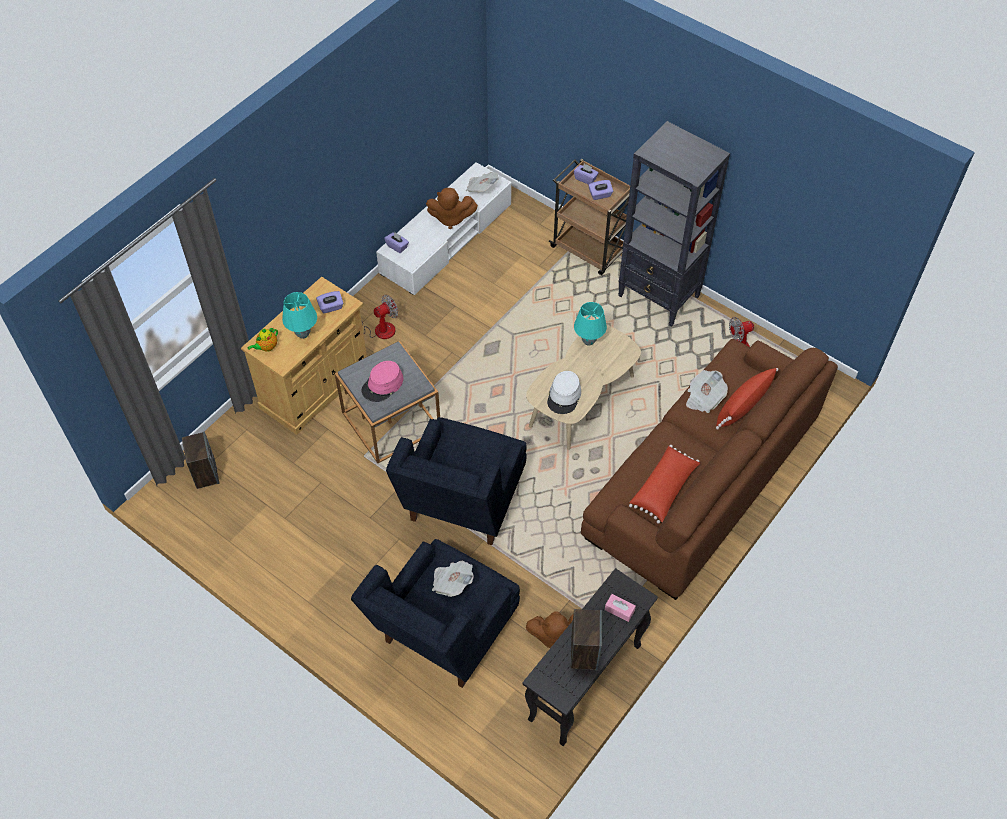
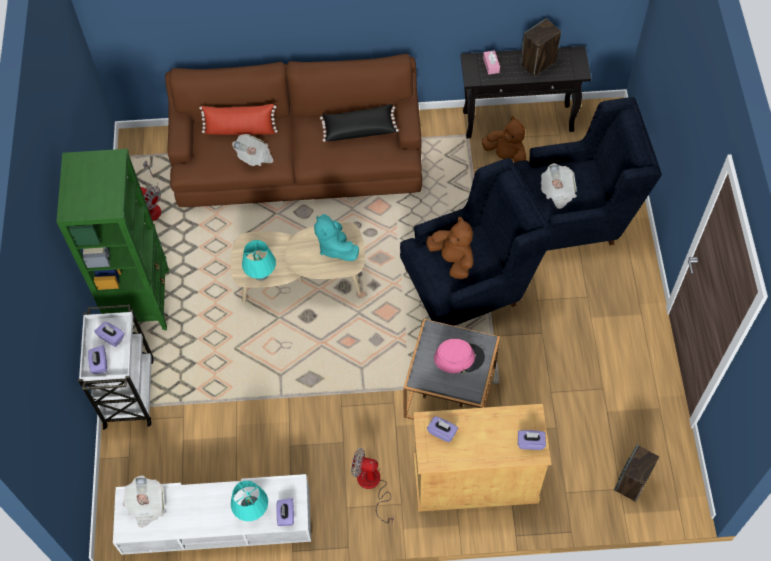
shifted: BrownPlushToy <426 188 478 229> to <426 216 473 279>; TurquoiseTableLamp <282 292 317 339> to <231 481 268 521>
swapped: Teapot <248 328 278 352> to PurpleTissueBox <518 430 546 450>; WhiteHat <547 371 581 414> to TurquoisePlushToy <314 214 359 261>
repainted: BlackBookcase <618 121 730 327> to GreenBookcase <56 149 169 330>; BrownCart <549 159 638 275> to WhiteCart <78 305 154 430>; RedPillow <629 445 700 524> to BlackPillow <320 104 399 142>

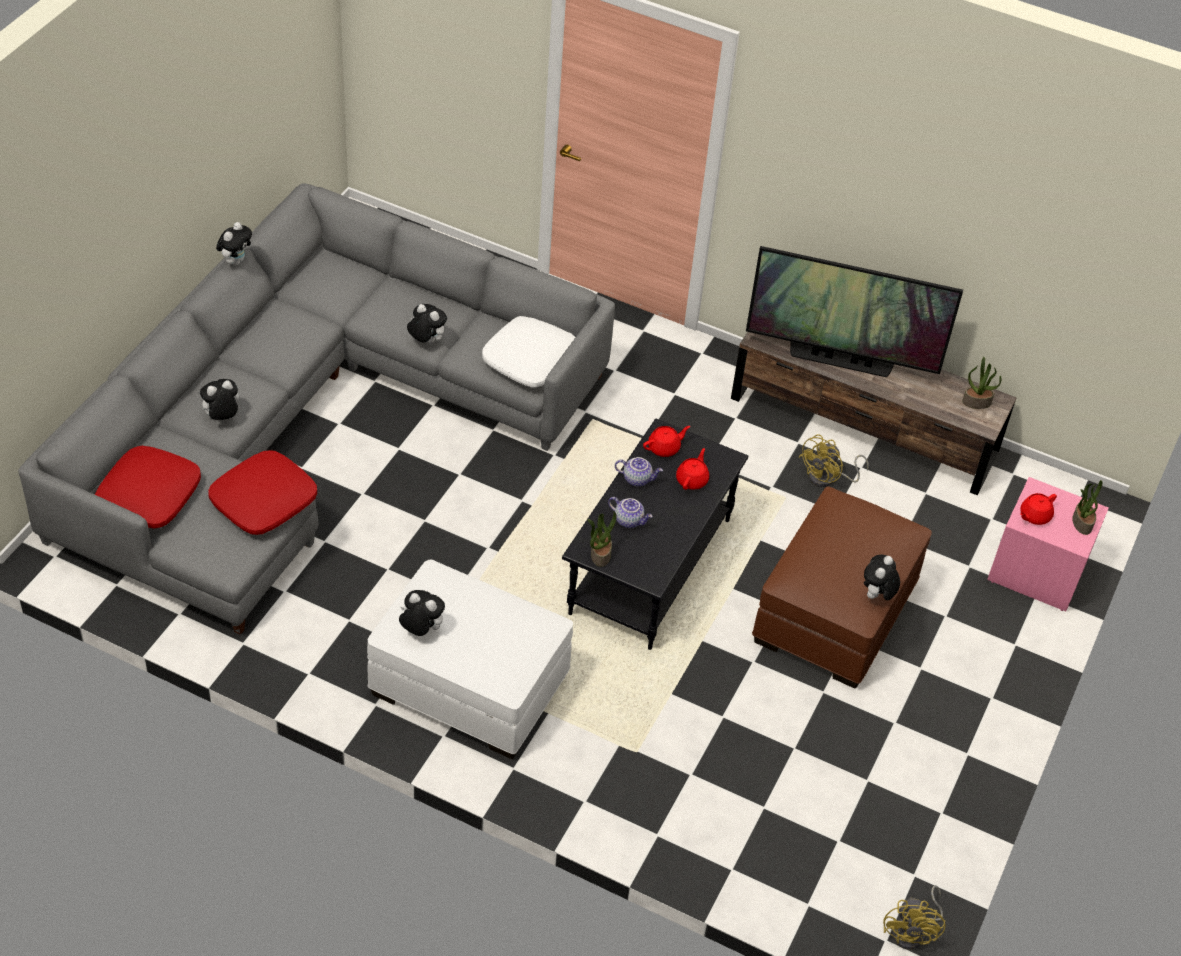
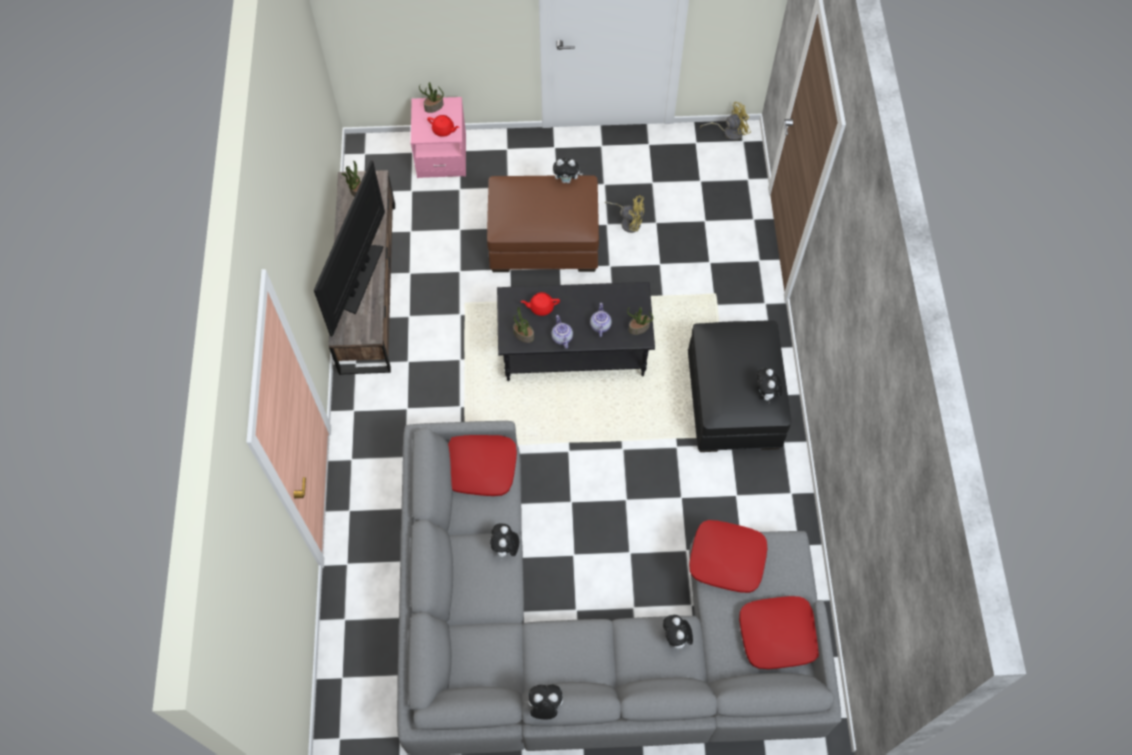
shifted: YellowFan <798 434 869 487> to <605 195 644 233>
swapped: RedTeapot <643 426 690 457> to PottedPlant <513 307 534 343>
repainted: WhitePillow <482 316 576 387> to RedPillow <448 435 517 496>; WhiteOttoman <367 560 573 759> to BlackOttoman <688 320 792 452>
rotated: Television <746 246 963 377> = <314 160 385 337> 150 degrees counterclockwise; PlushToy <198 379 239 420> = <663 615 693 653> 45 degrees clockwise

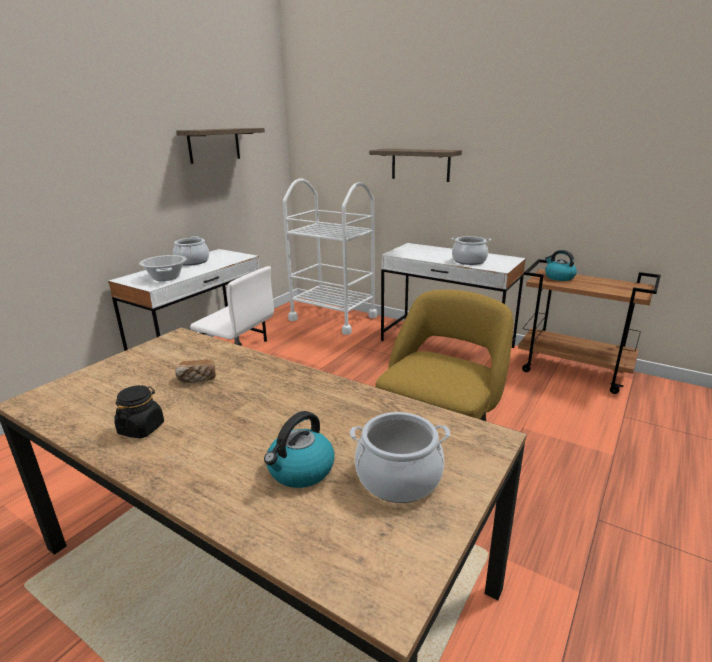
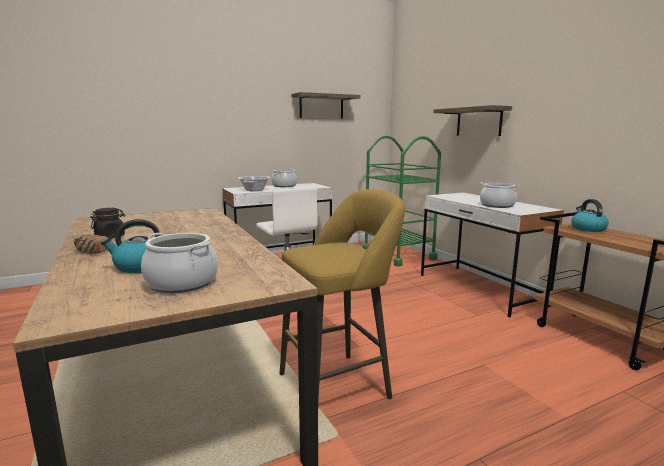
shifted: Bread <175 360 216 383> to <73 234 107 254>
repainted: WhiteCart <283 178 377 335> to GreenCart <362 136 441 267>

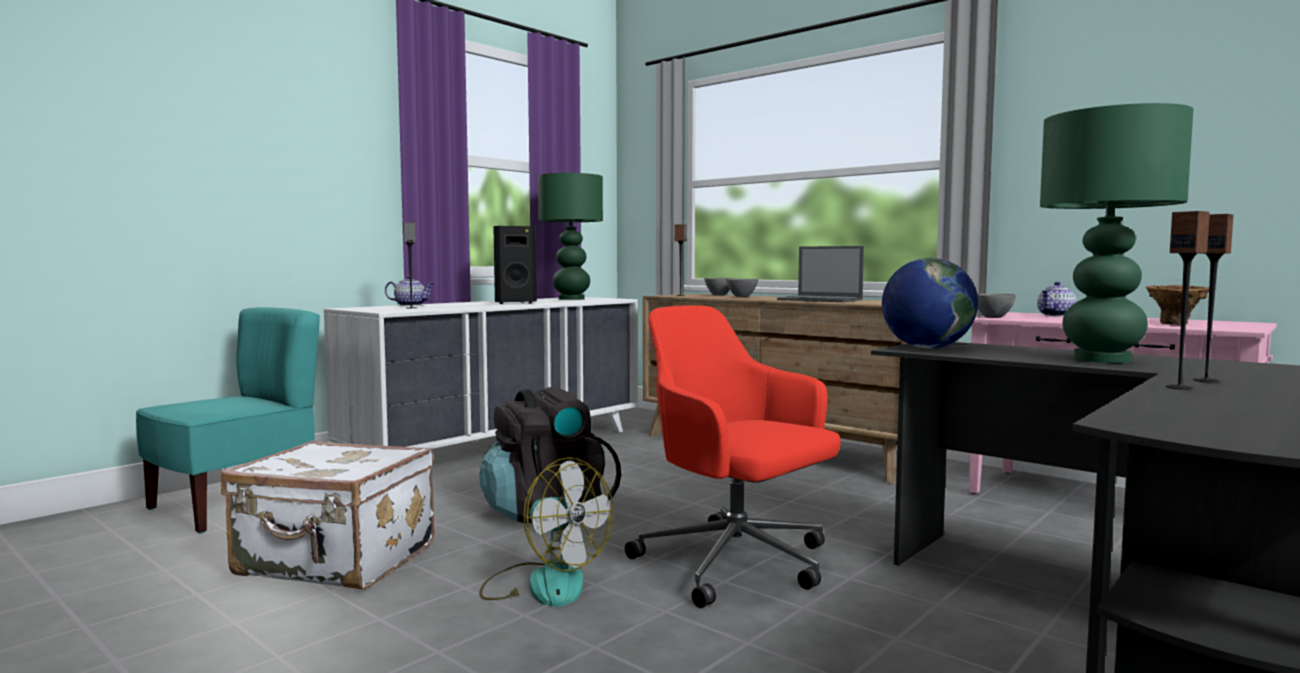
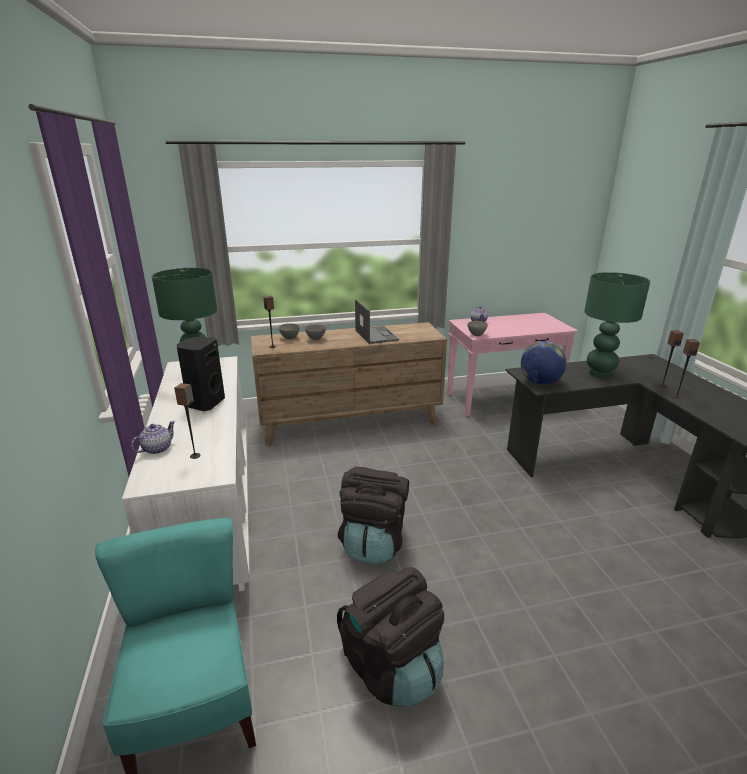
gone: BrownVase <1146 285 1209 325>; RedOfficeChair <625 305 841 608>; Fan <479 457 614 607>
swapped: WhiteSuitcase <221 440 435 589> to BlackBackpack <337 567 444 707>
rotated: Laptop <777 246 864 302> = <355 299 399 344> 90 degrees counterclockwise

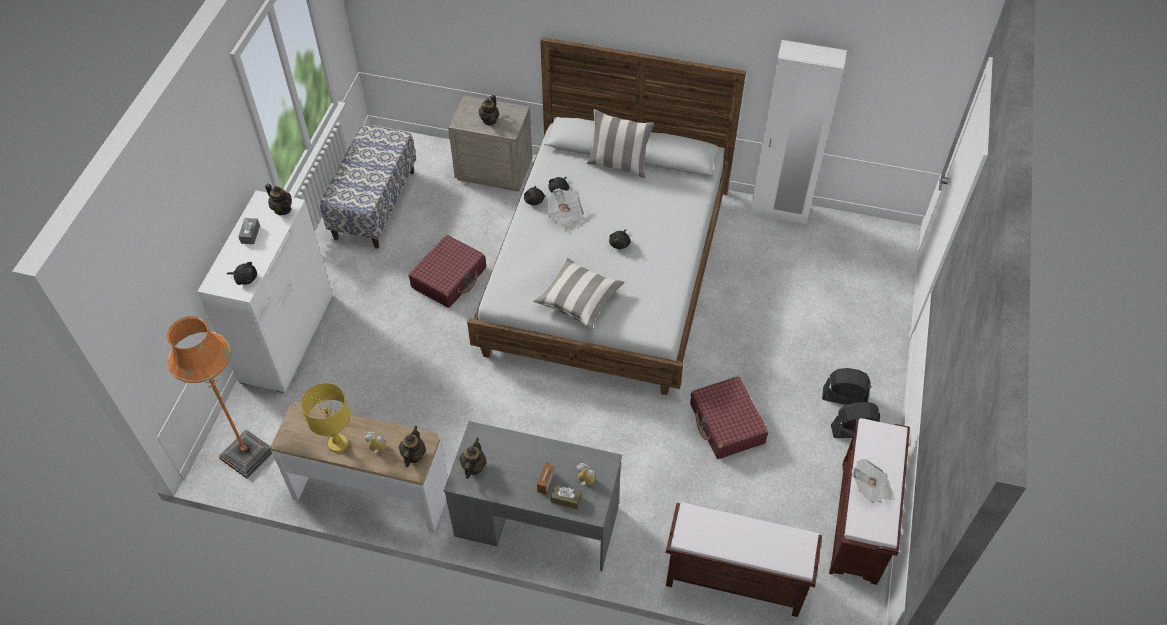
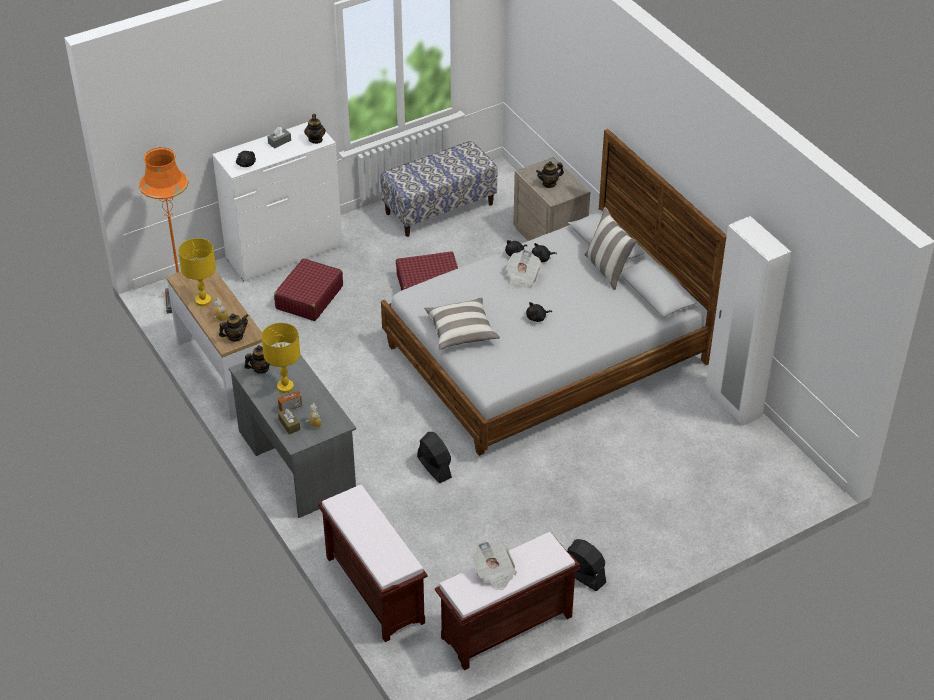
new: YellowTableLamp <261 323 300 393>
shifted: BlackFan <822 368 871 405> to <417 432 452 483>; RedSuitcase <690 376 768 459> to <274 258 343 321>

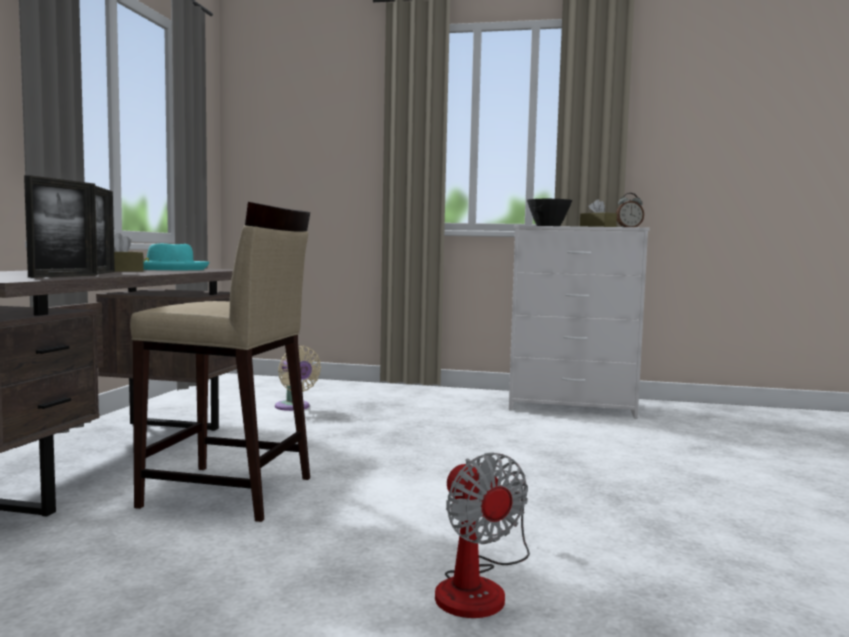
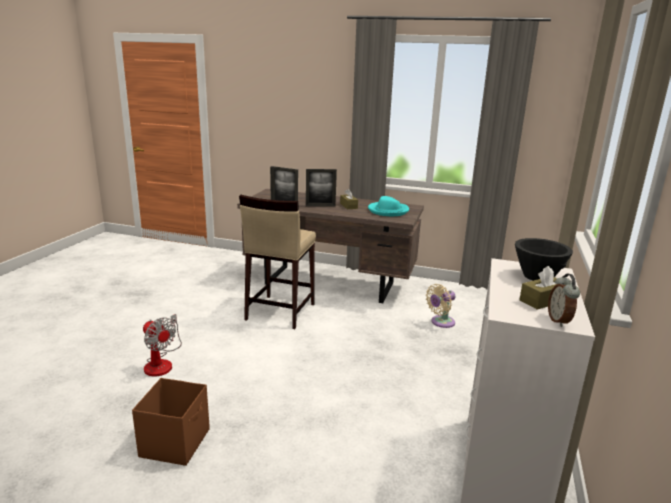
new: BrownStorageBox <132 378 210 466>
rotated: Fan <435 452 530 618> = <143 314 182 377> 120 degrees counterclockwise

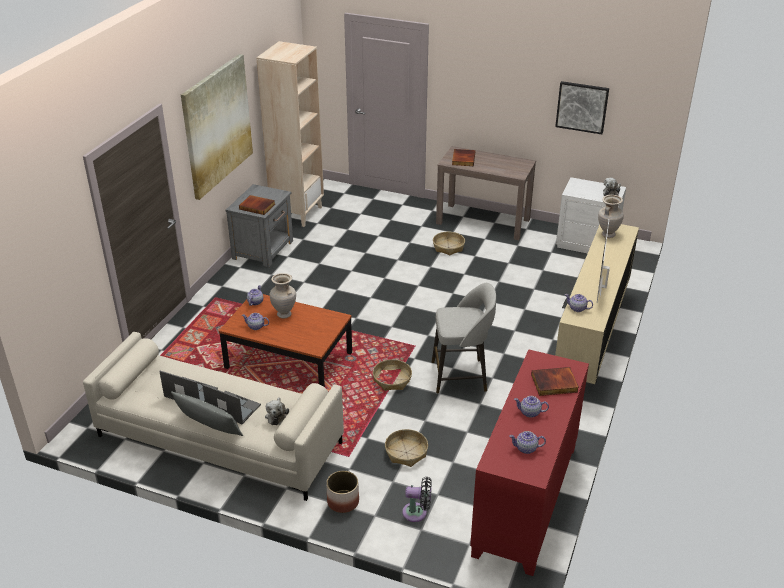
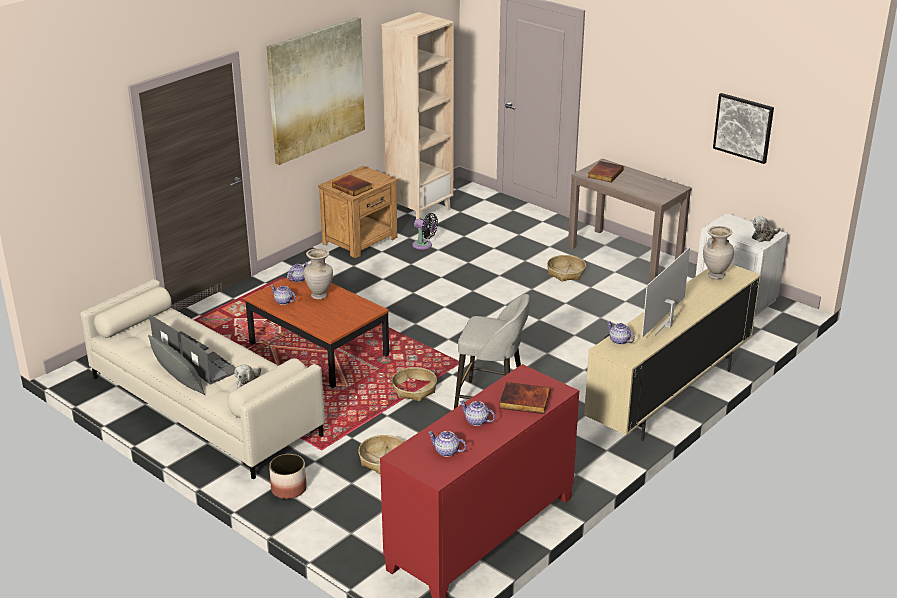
shifted: BlackFan <402 477 432 522> to <412 213 438 250>
repainted: GreyNightstand <225 184 293 267> to BrownNightstand <318 166 398 259>

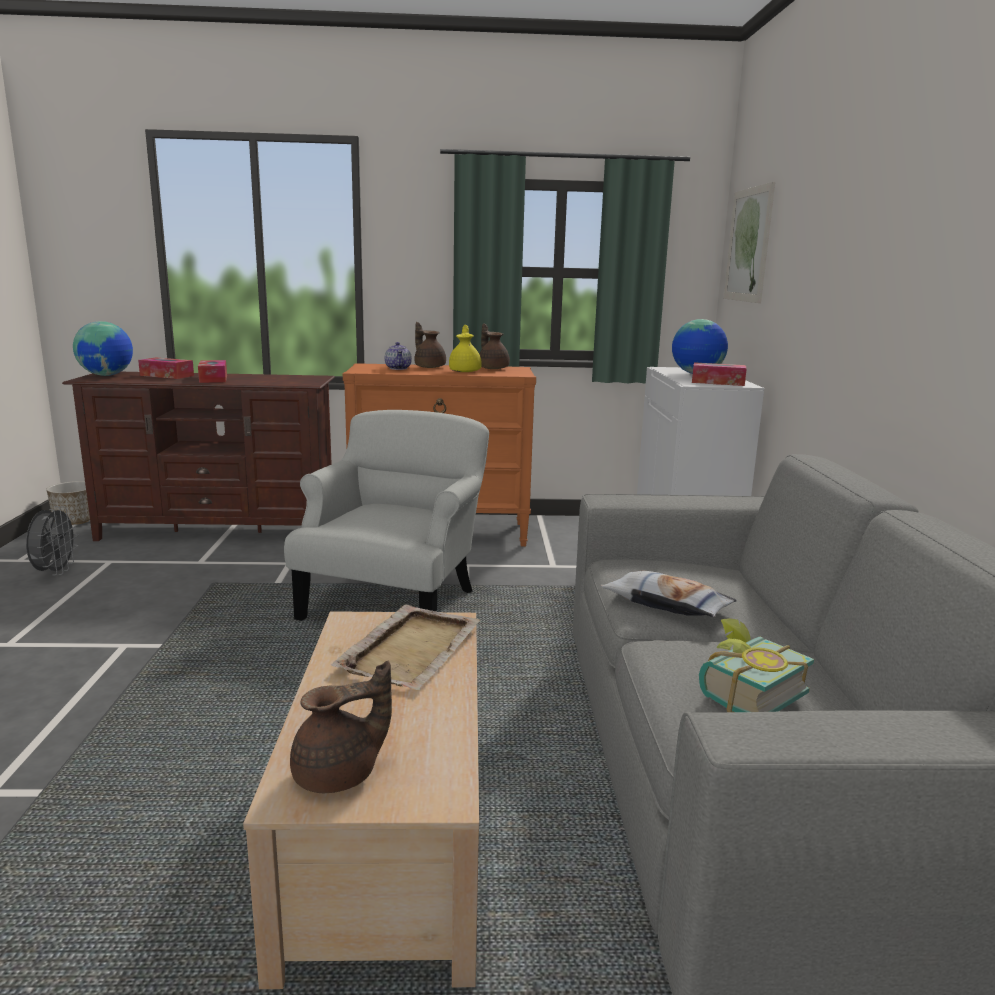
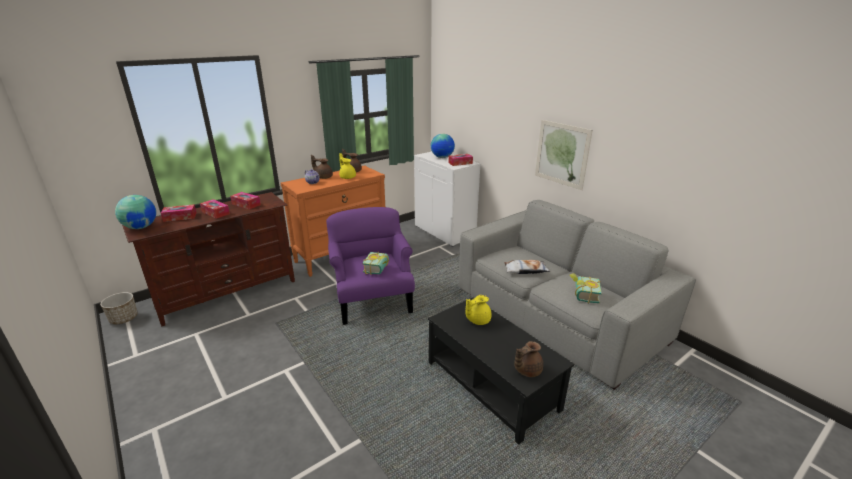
gone: GreyFan <26 506 79 575>
new: TissueBox <230 192 261 210>; Book <362 252 390 275>
shifted: Picture <724 182 775 303> to <535 120 593 190>
swapped: BeigeTray <331 604 480 690> to YellowTeapot <465 295 492 325>
repainted: WhiteArmchair <284 410 489 621> to PurpleArmchair <326 207 415 325>; BeigeCoffeeTable <243 611 479 989> to BlackCoffeeTable <428 297 574 445>
rotated: BrownTeapot <290 661 392 793> = <514 341 543 377> 150 degrees counterclockwise

